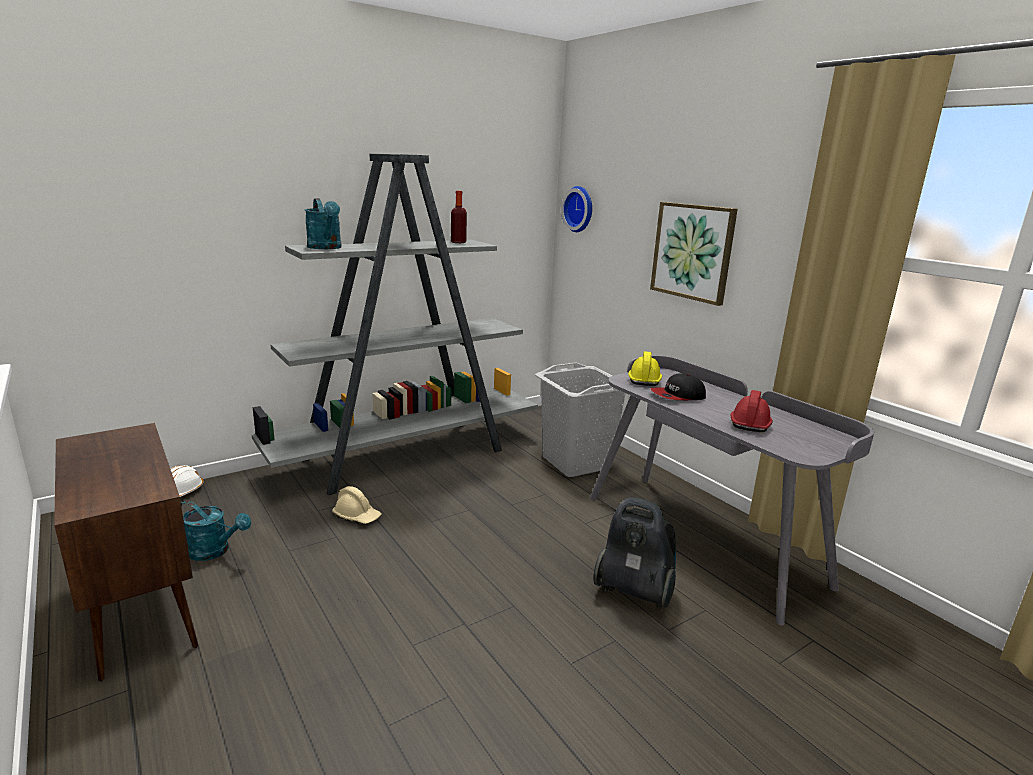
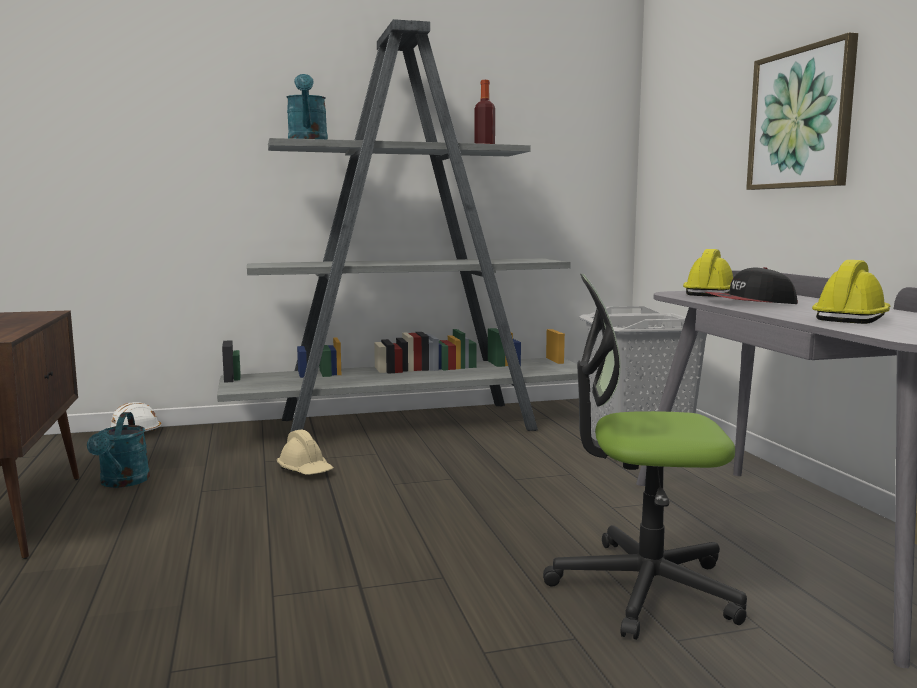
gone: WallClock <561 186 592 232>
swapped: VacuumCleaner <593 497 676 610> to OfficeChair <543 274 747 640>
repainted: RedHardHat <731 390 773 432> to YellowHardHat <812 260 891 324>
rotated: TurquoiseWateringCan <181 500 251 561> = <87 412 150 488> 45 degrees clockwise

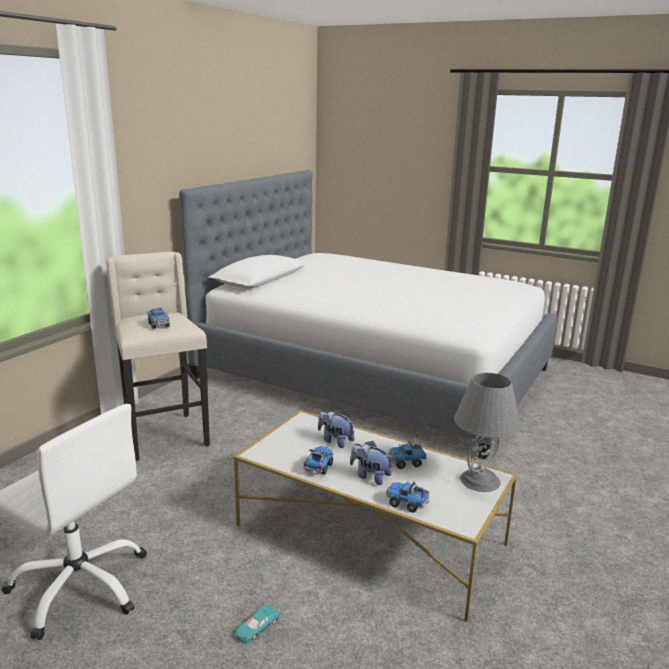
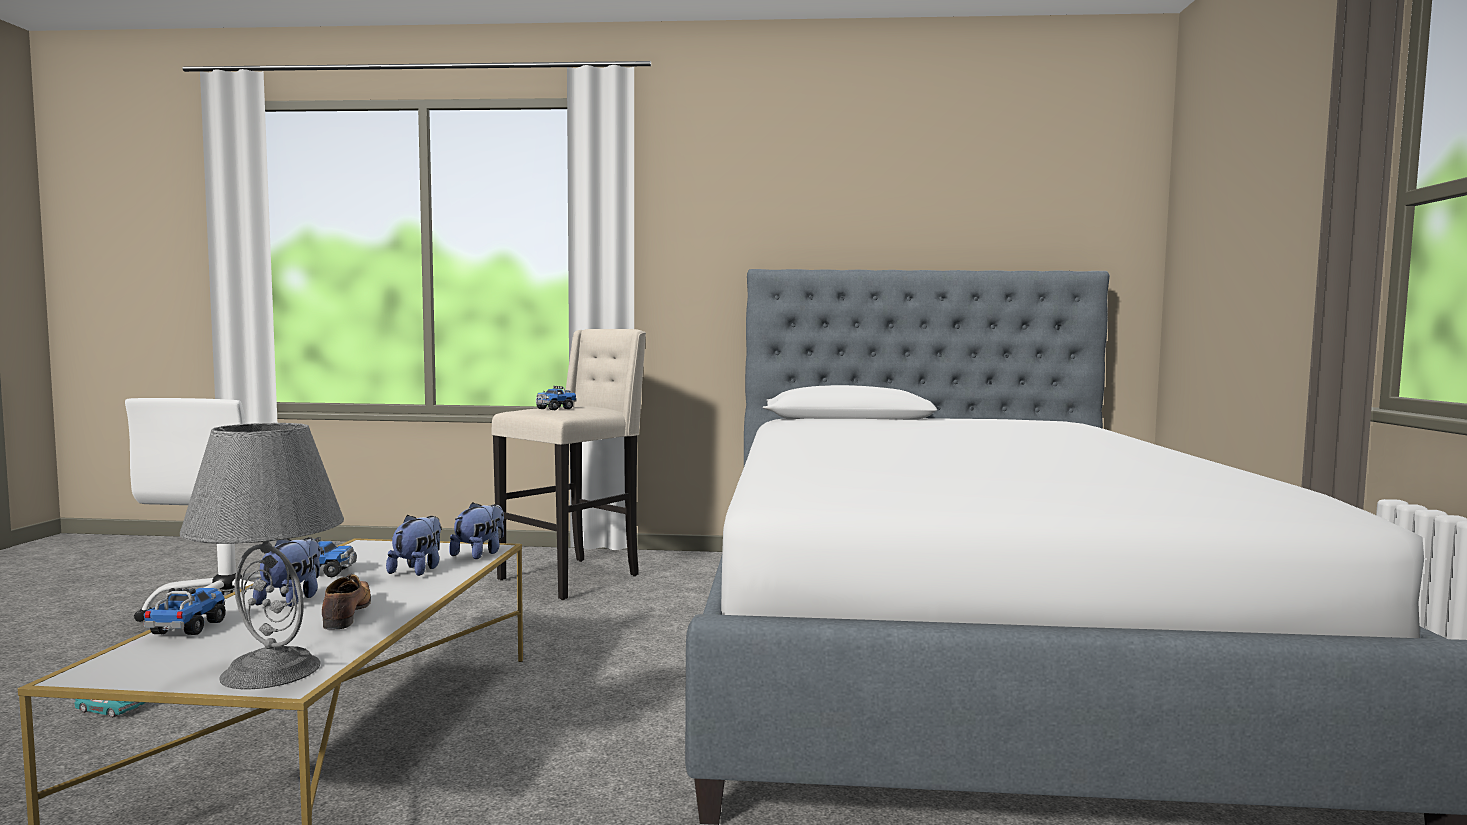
new: PlushToy <449 502 504 559>
swapped: ToyTruck <388 441 427 469> to Shoe <322 574 371 630>

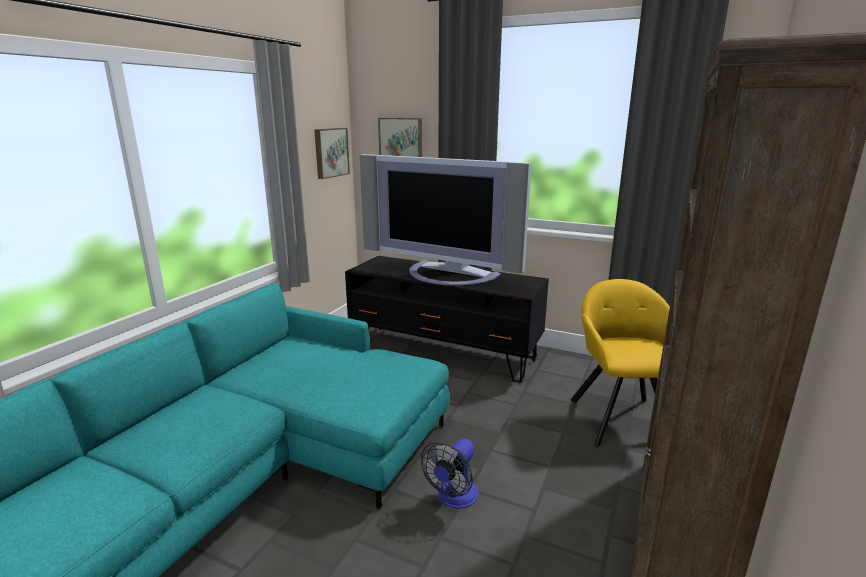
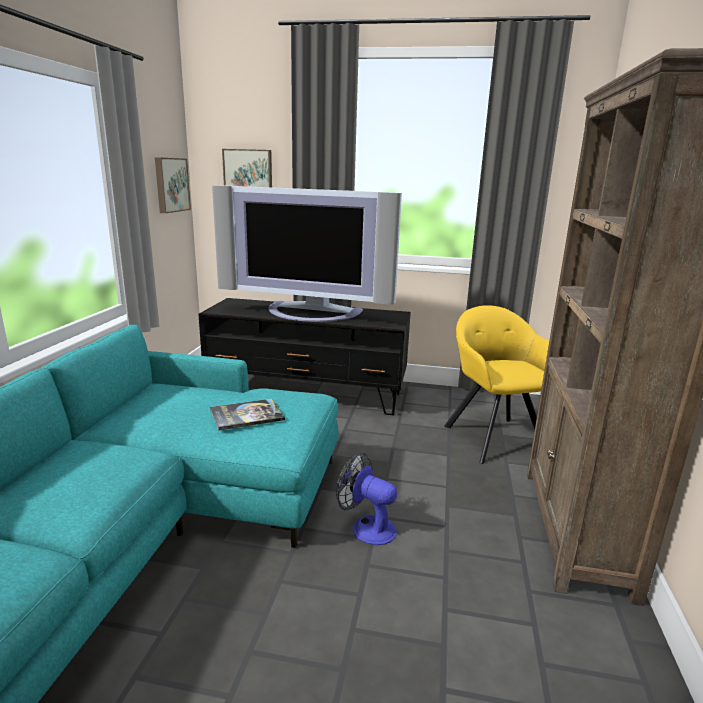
new: Book <210 399 285 430>
rotated: Fan <421 439 479 509> = <336 453 397 545> 105 degrees clockwise

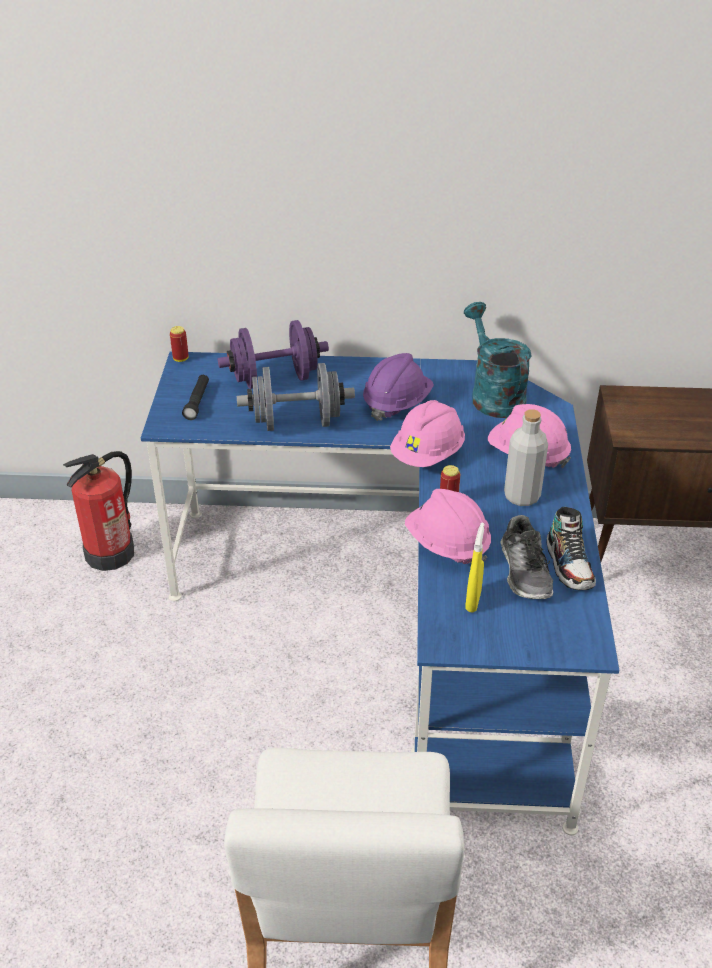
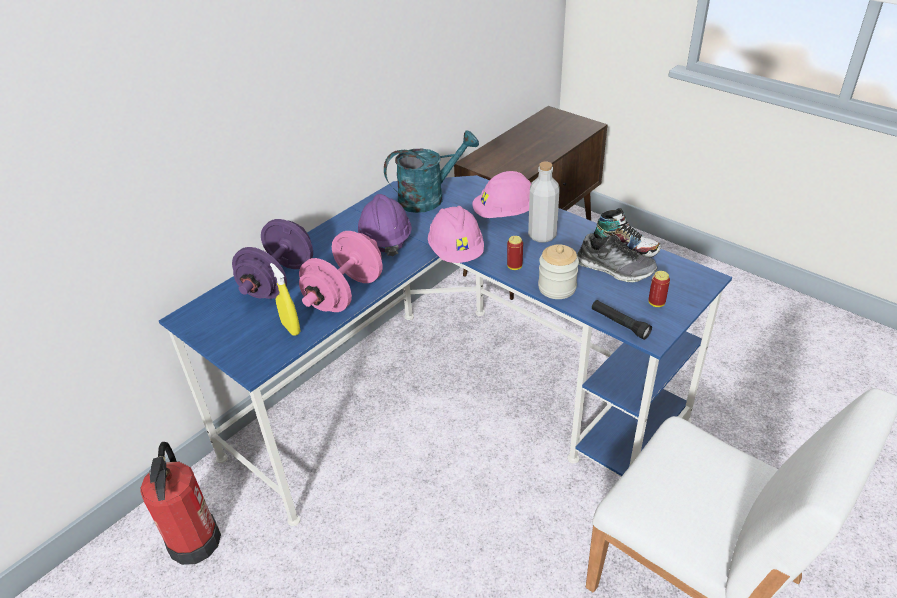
shifted: Can <170 326 189 362> to <649 271 670 307>; BlackFlashlight <182 375 209 420> to <592 300 652 340>; YellowSprayBottle <465 523 484 612> to <270 263 300 336>
swapped: PinkHardHat <405 489 491 564> to Jar <538 244 579 299>
repainted: GreyDumbbell <237 363 355 431> to PinkDumbbell <299 231 383 312>
rotated: TurquoiseWateringCan <464 302 531 418> = <384 130 479 213> 135 degrees clockwise

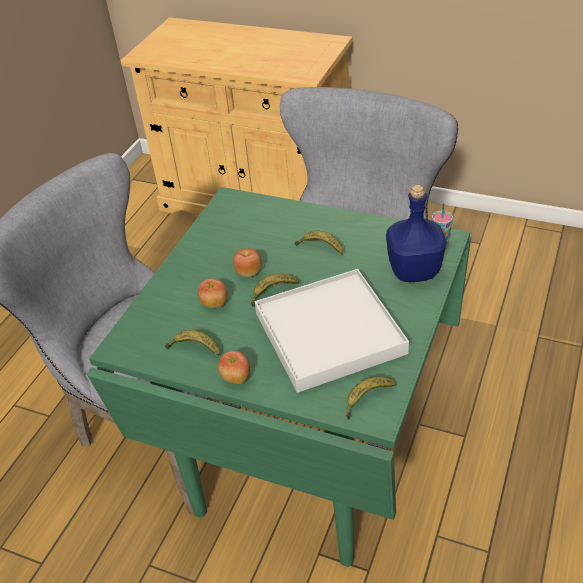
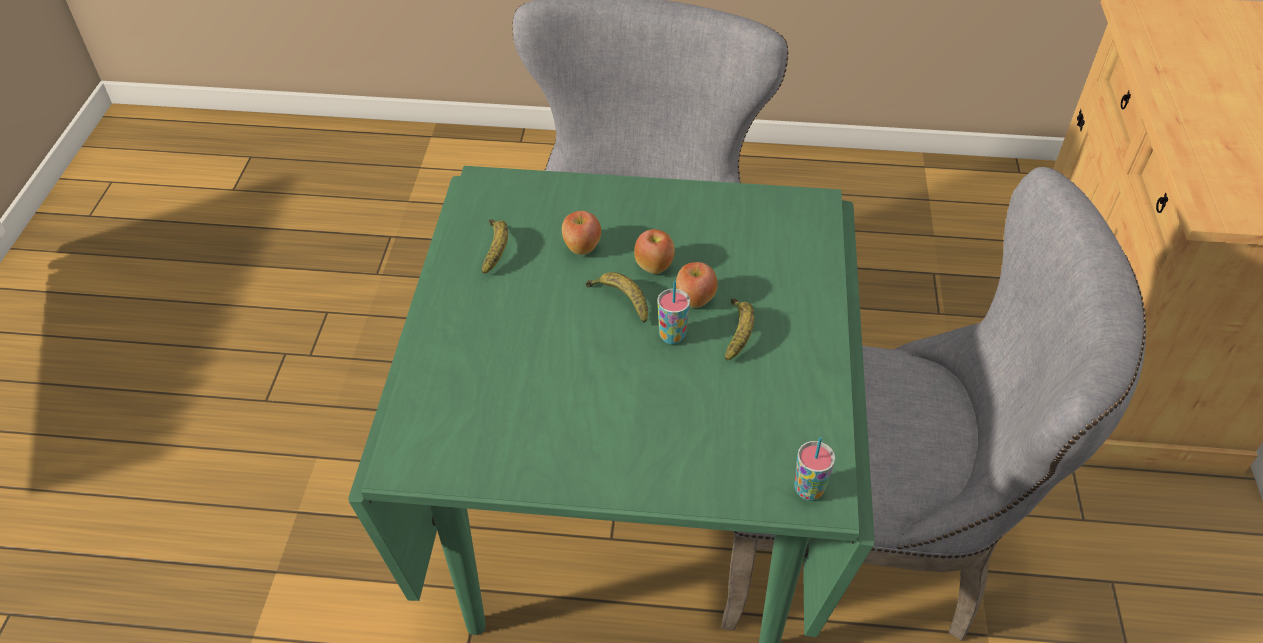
gone: BlueBottle <386 185 446 282>; WhiteTray <254 269 409 393>; Banana <346 377 396 419>
new: Cup <657 281 690 344>
shifted: Apple <218 351 250 384> to <676 262 718 308>

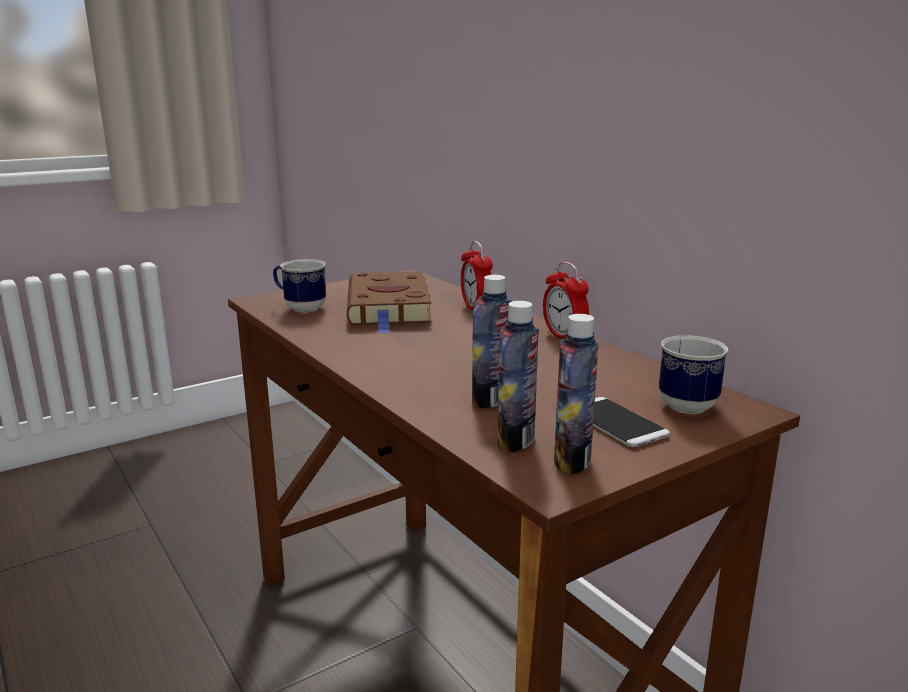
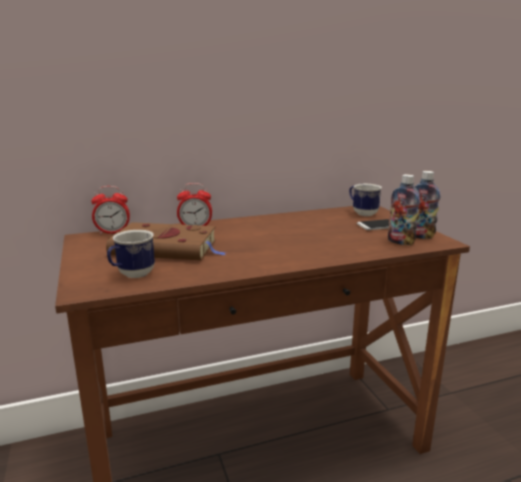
gone: Bottle <472 275 512 408>
shifted: AlarmClock <543 261 589 339> to <91 186 130 235>

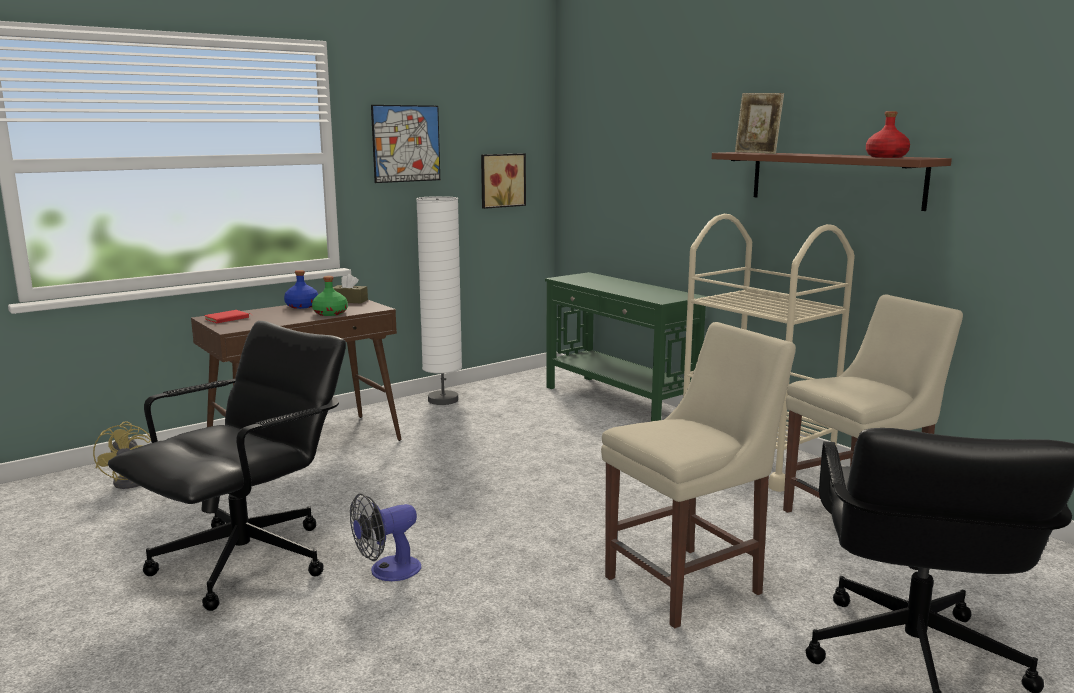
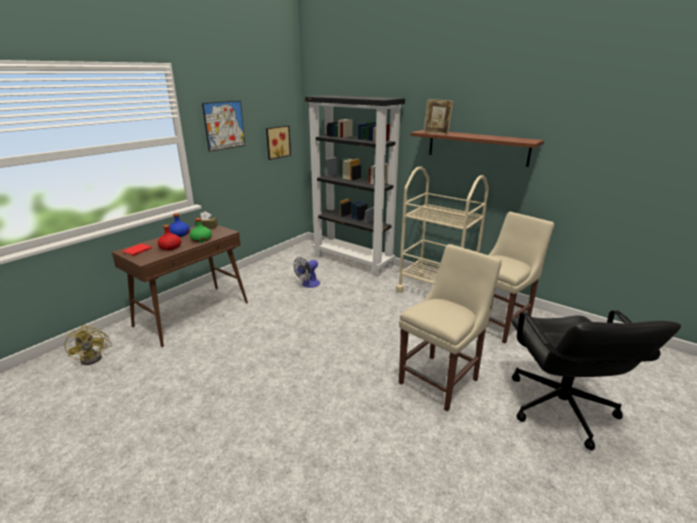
gone: WhiteFloorLamp <416 196 462 405>; BlackOfficeChair <108 321 346 611>
shifted: RedBottle <866 111 910 158> to <158 225 181 250>; Fan <350 493 421 581> to <294 257 320 288>
swapped: GreenConsoleTable <545 272 708 421> to BlackBookcase <305 95 405 277>

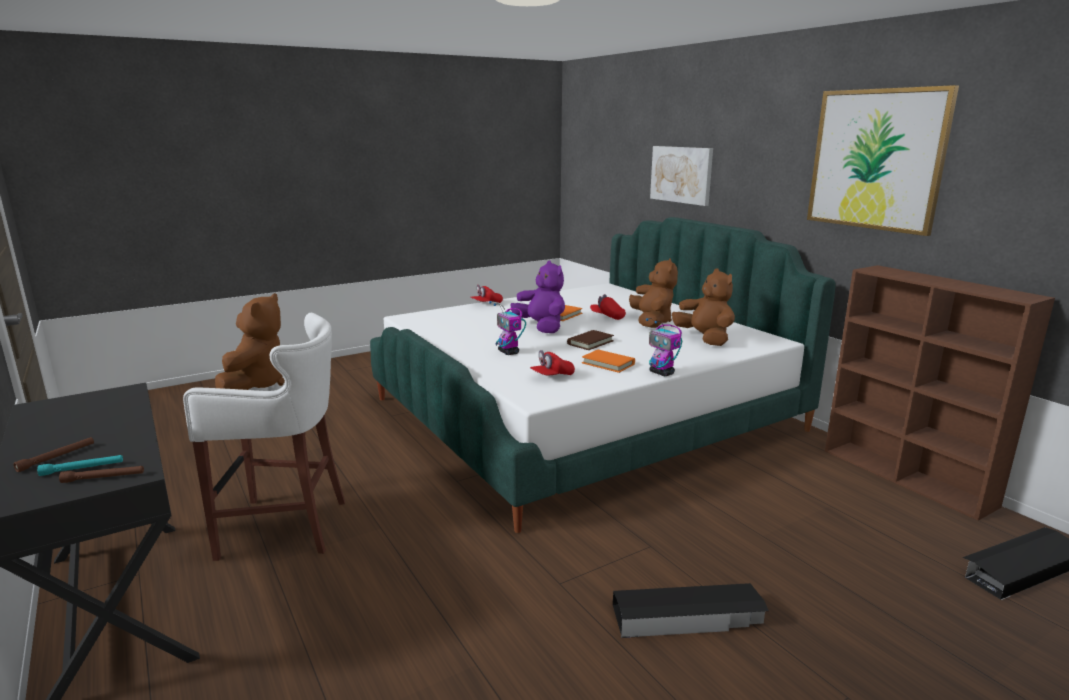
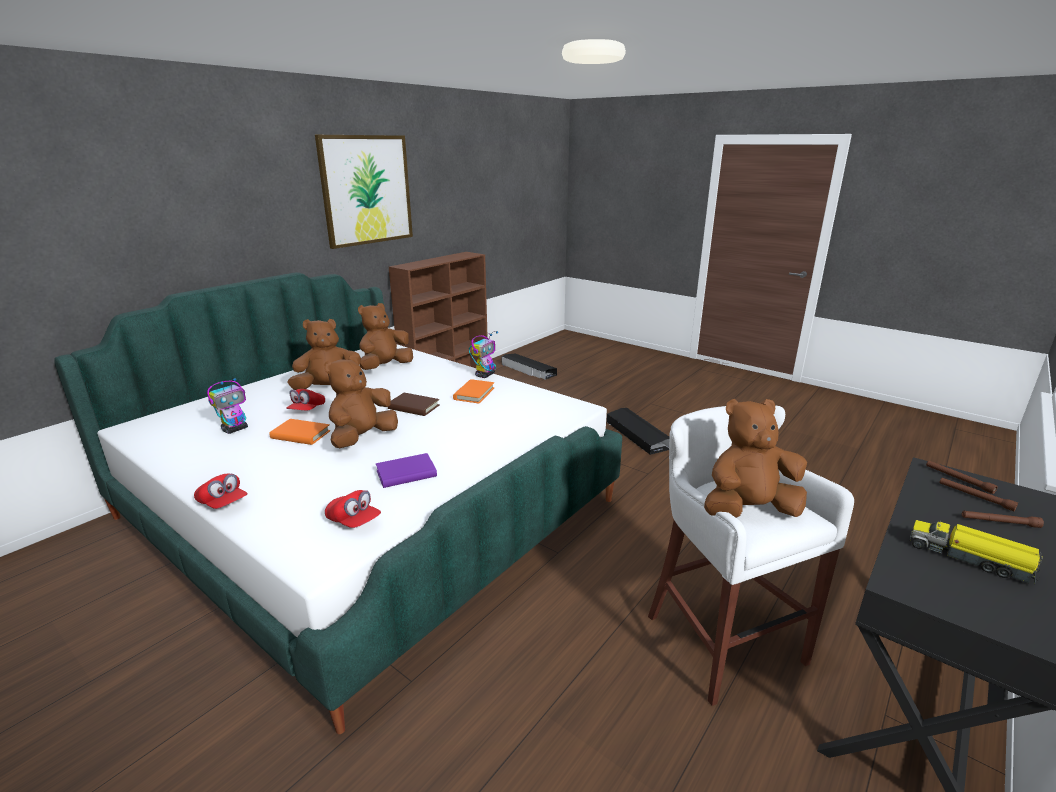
gone: Picture <650 146 713 206>
new: PurpleBook <376 453 437 488>; ToyTruck <910 520 1043 584>
shifted: ToyRobot <489 301 526 355> to <207 378 248 434>; RedCap <530 350 575 376> to <325 490 381 528>
repainted: PurplePlushToy <510 261 565 333> to BrownPlushToy <324 355 398 448>; TurquoiseFlashlight <37 455 123 476> to BrownFlashlight <939 478 1018 511>

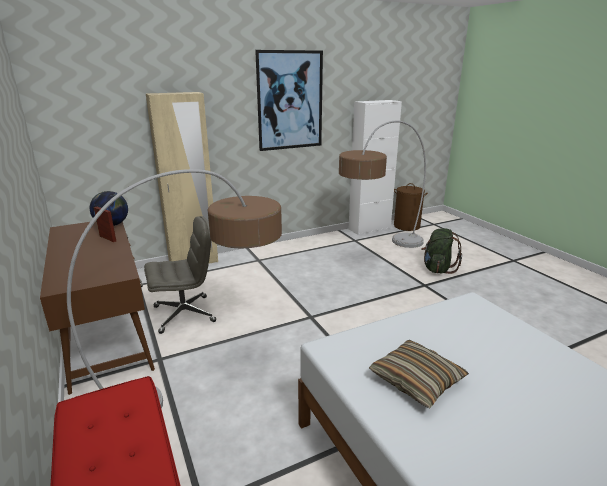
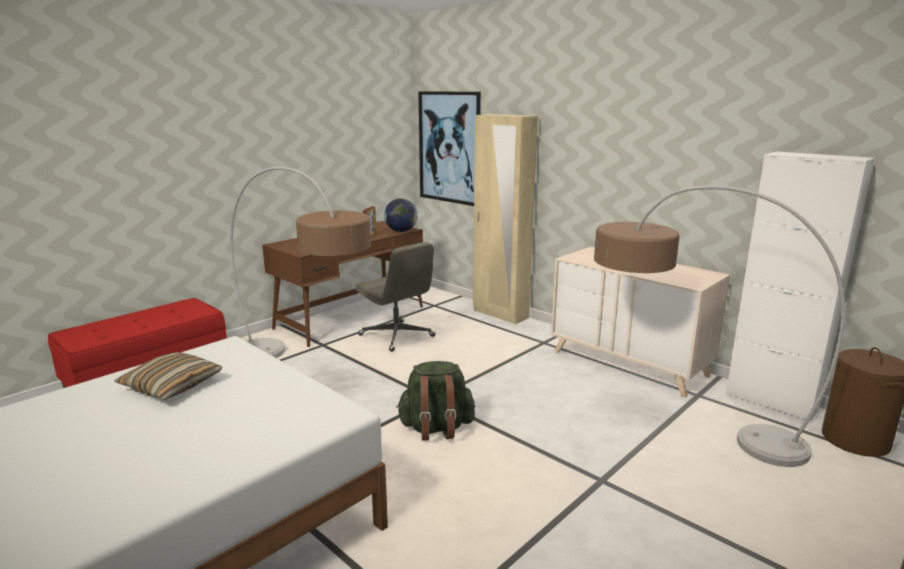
new: BeigeDresser <551 247 730 398>
shifted: Picture <255 50 323 151> to <418 91 481 206>; GreenBackpack <421 228 462 274> to <396 361 475 441>

